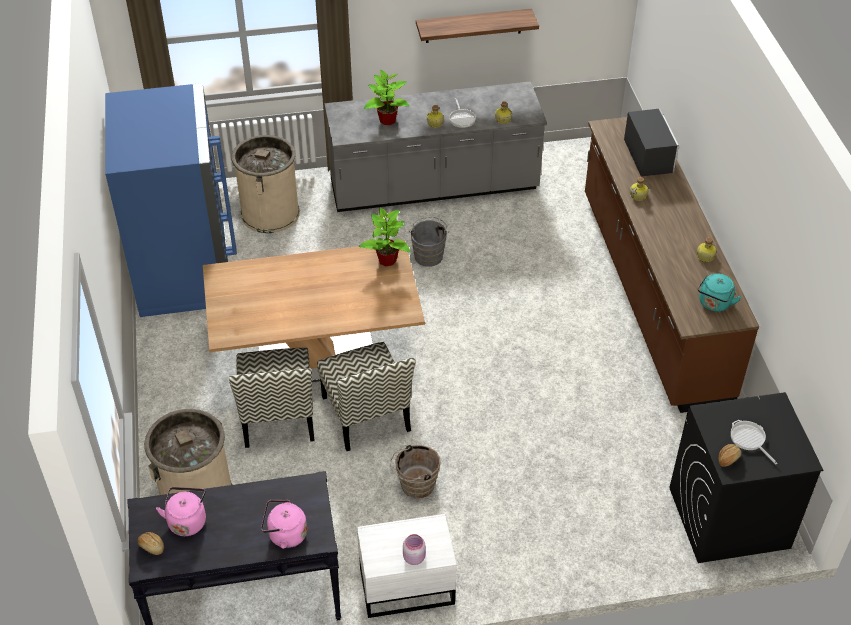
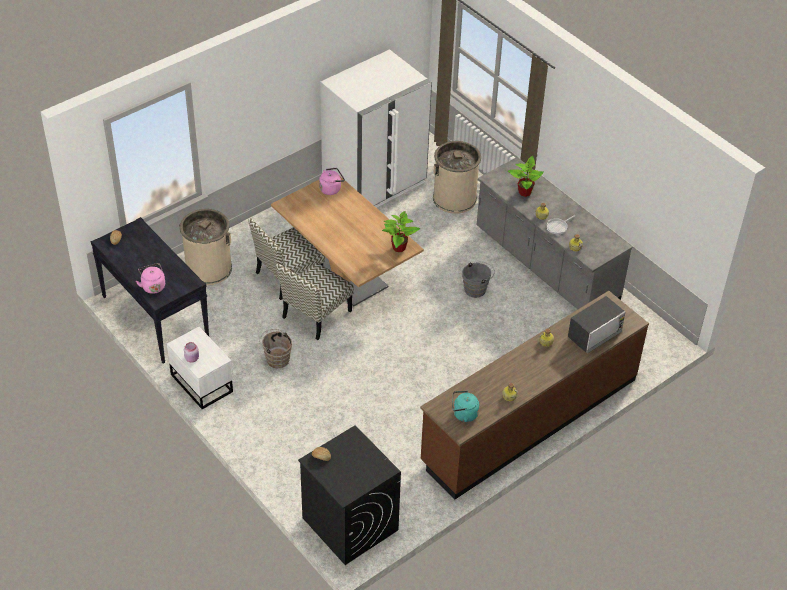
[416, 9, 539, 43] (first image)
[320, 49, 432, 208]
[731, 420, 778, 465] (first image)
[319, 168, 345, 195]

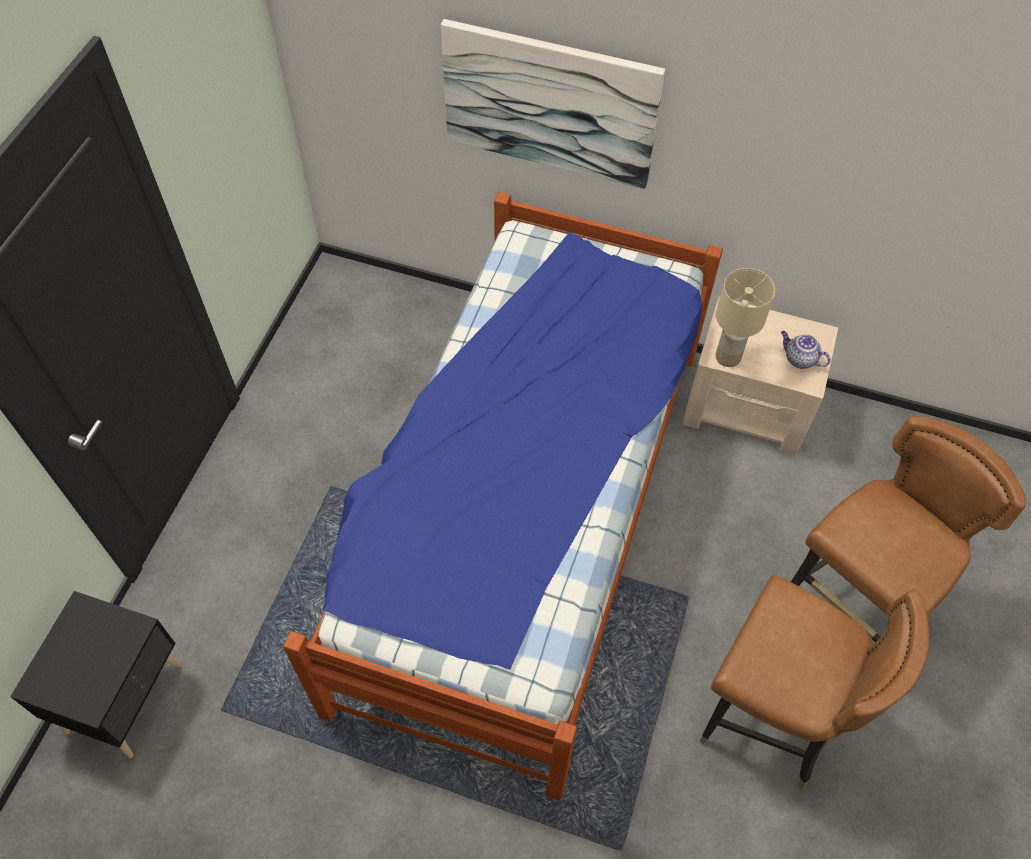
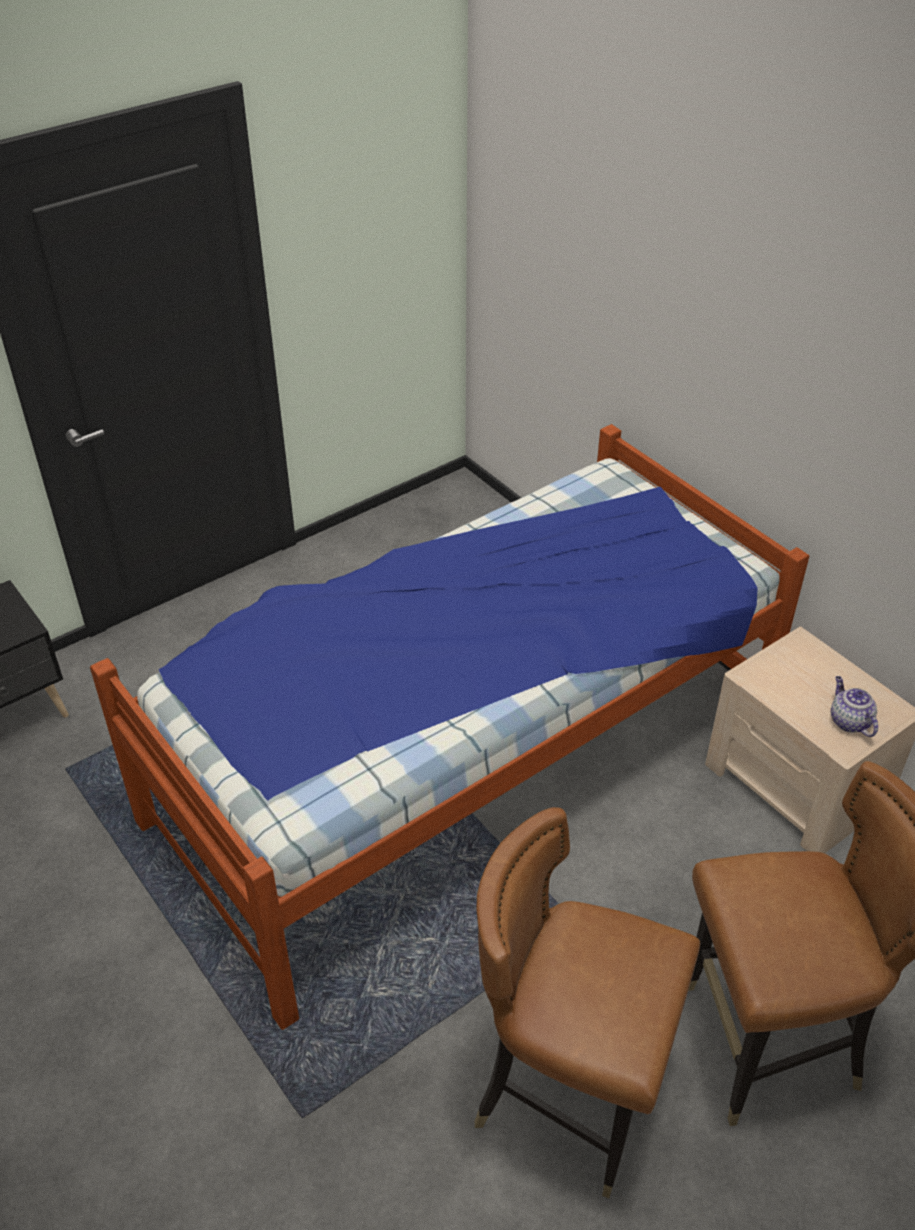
[441, 19, 665, 189] (first image)
[716, 268, 775, 367] (first image)
[475, 807, 700, 1198]

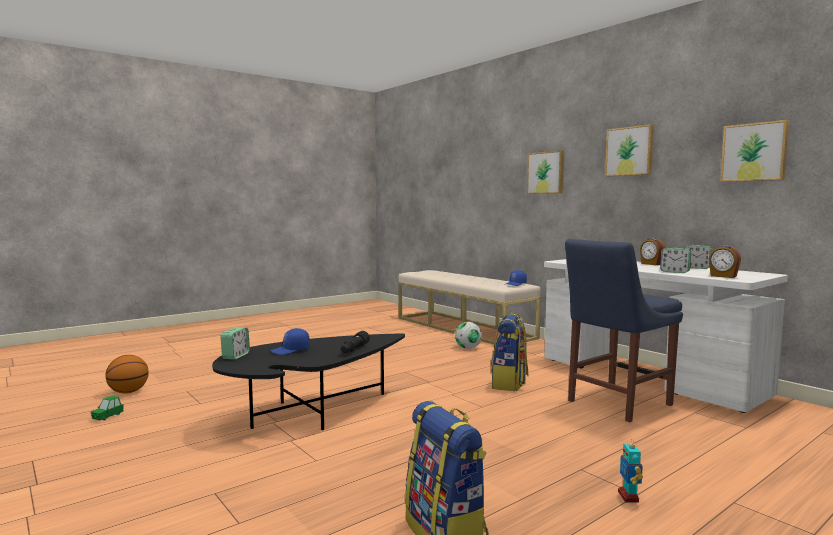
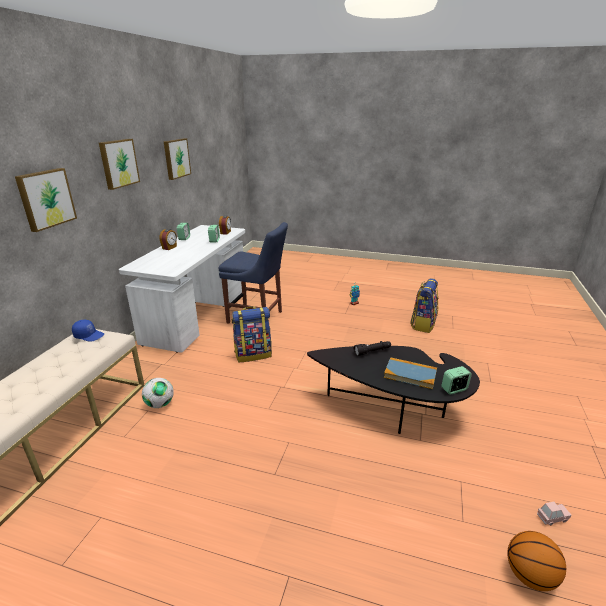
[384, 357, 437, 389]
[537, 502, 572, 525]

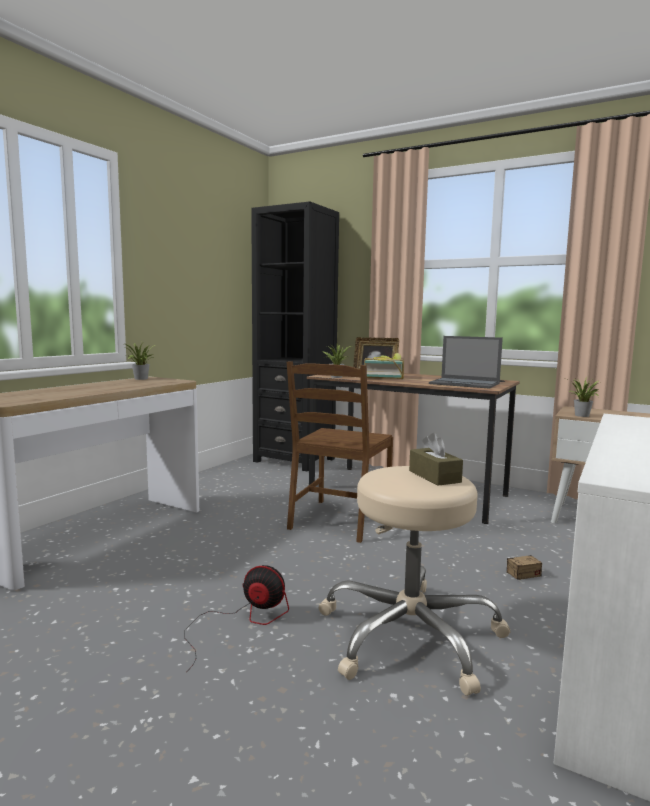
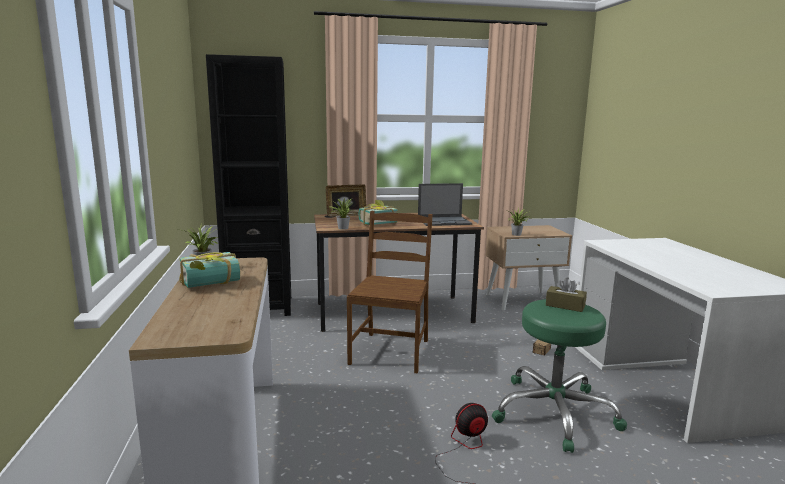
[347, 211, 433, 374]
[492, 299, 627, 453]
[179, 252, 240, 288]

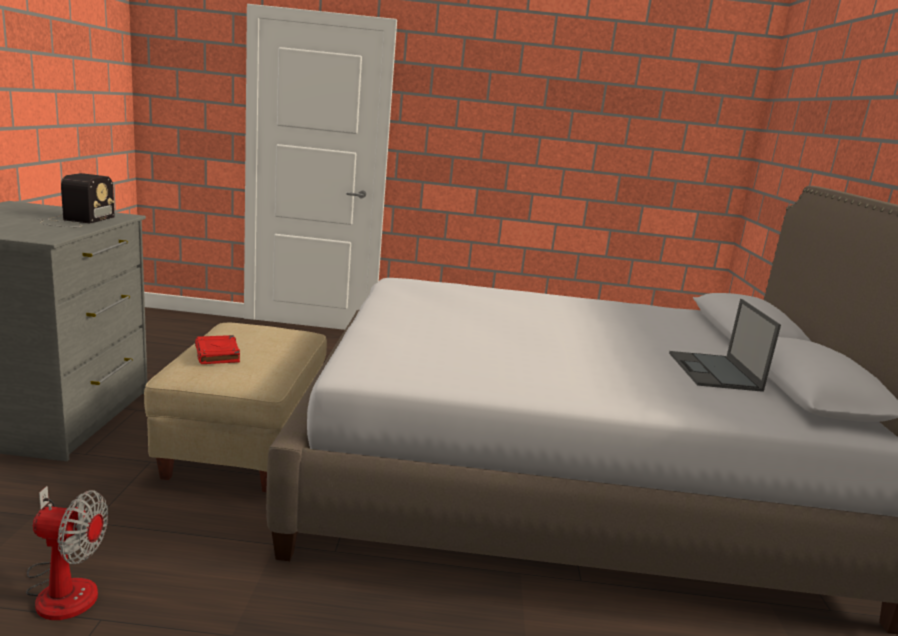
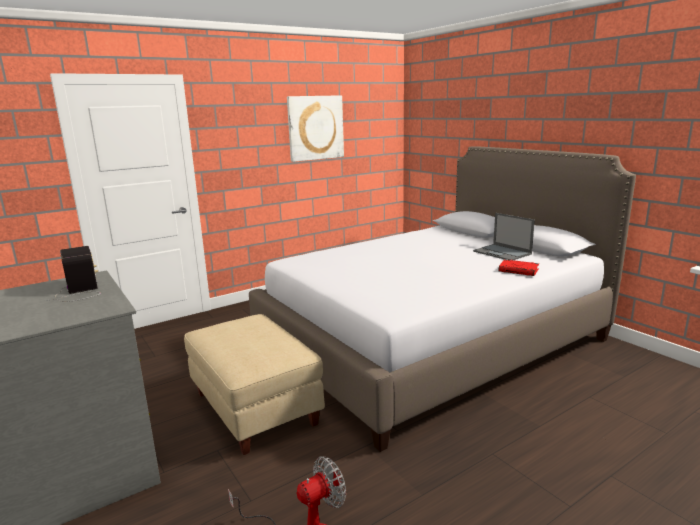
[499, 259, 539, 276]
[287, 95, 344, 162]

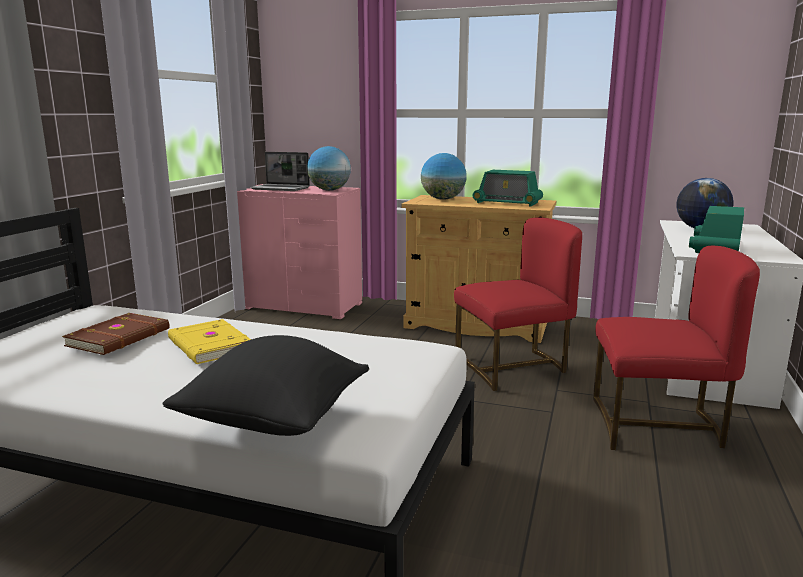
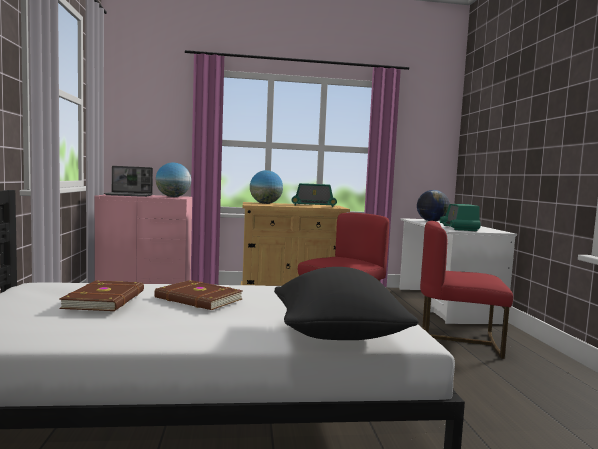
[420, 221, 513, 359]
[154, 280, 243, 310]

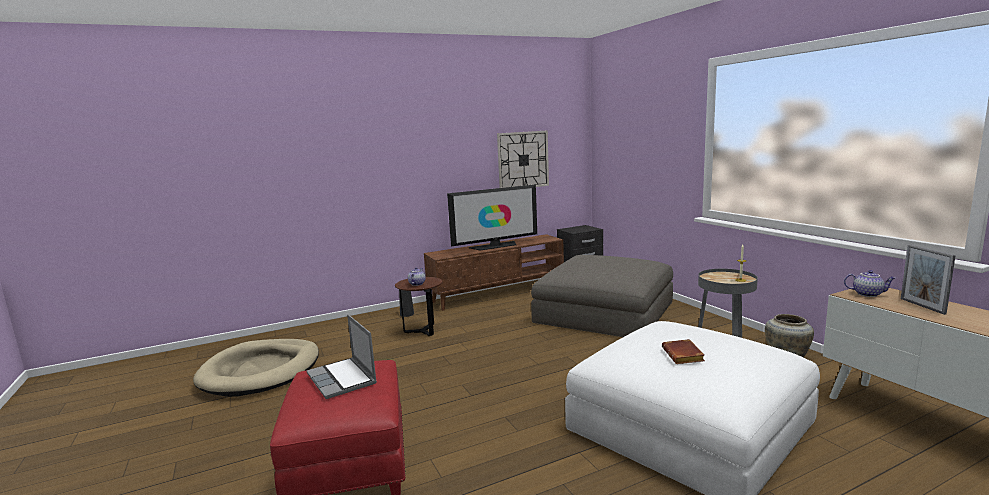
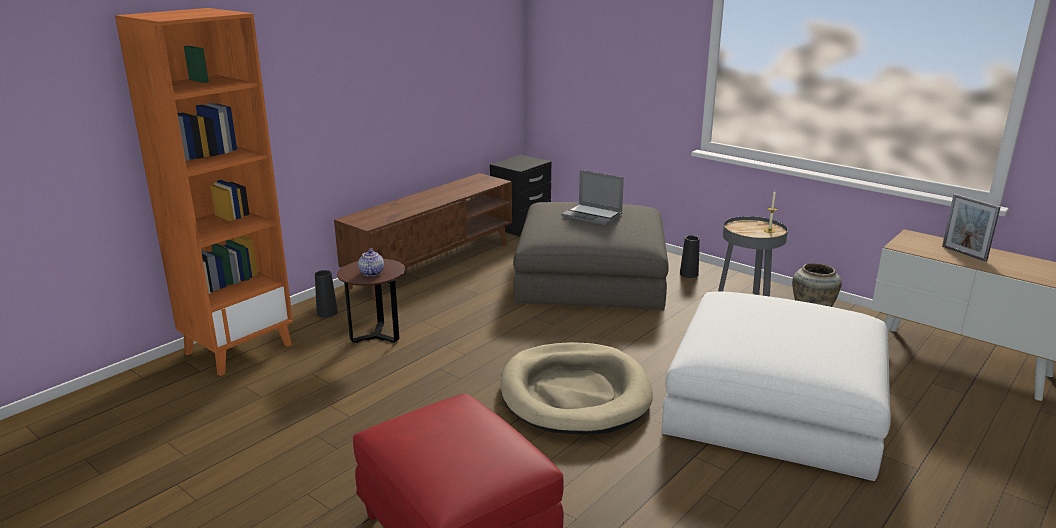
[497, 131, 549, 188] (first image)
[447, 185, 537, 251] (first image)
[844, 270, 895, 297] (first image)
[562, 170, 624, 225]
[500, 342, 653, 434]
[662, 339, 705, 364] (first image)
[115, 8, 293, 376]
[680, 235, 700, 278]

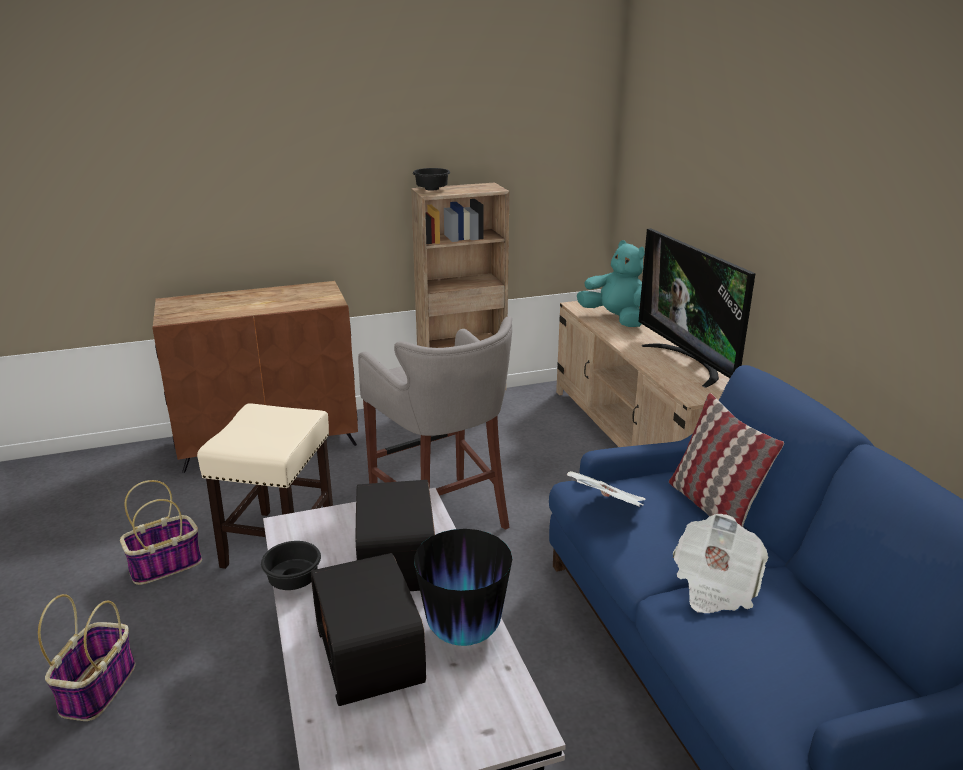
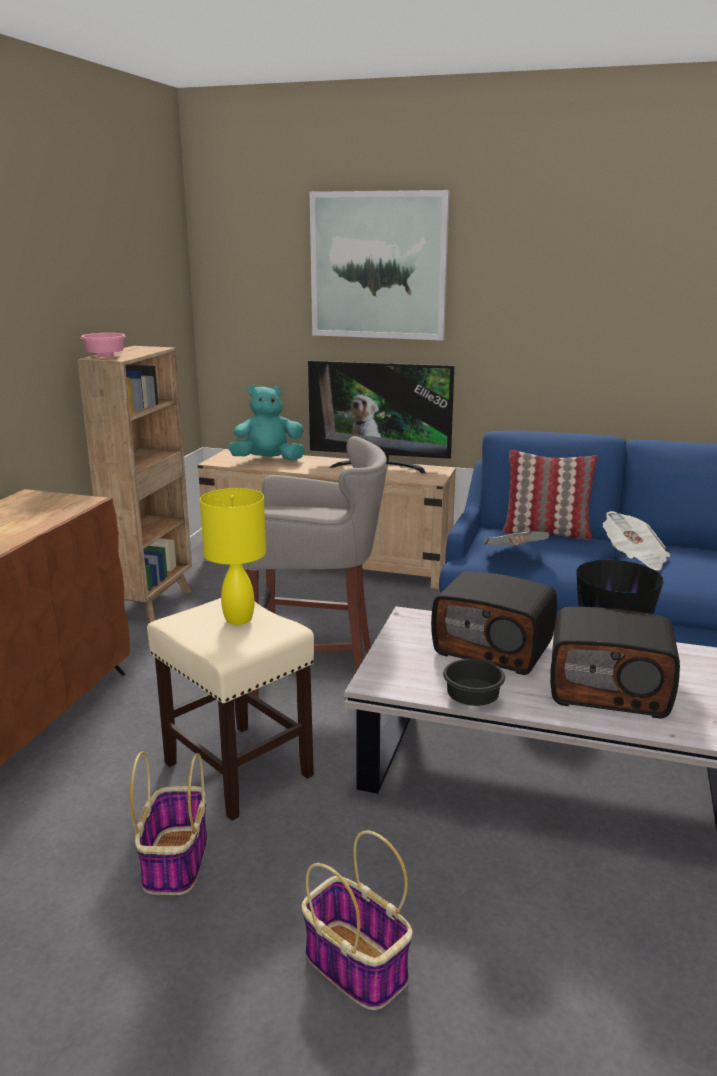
[81, 333, 126, 357]
[310, 190, 450, 340]
[200, 488, 266, 625]

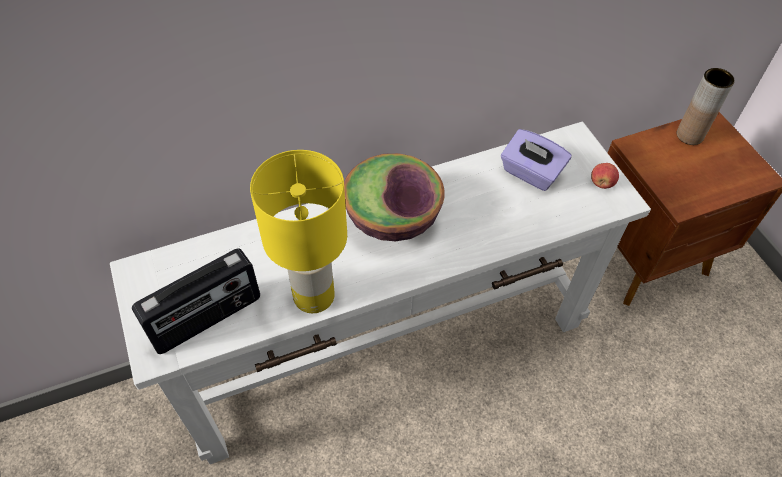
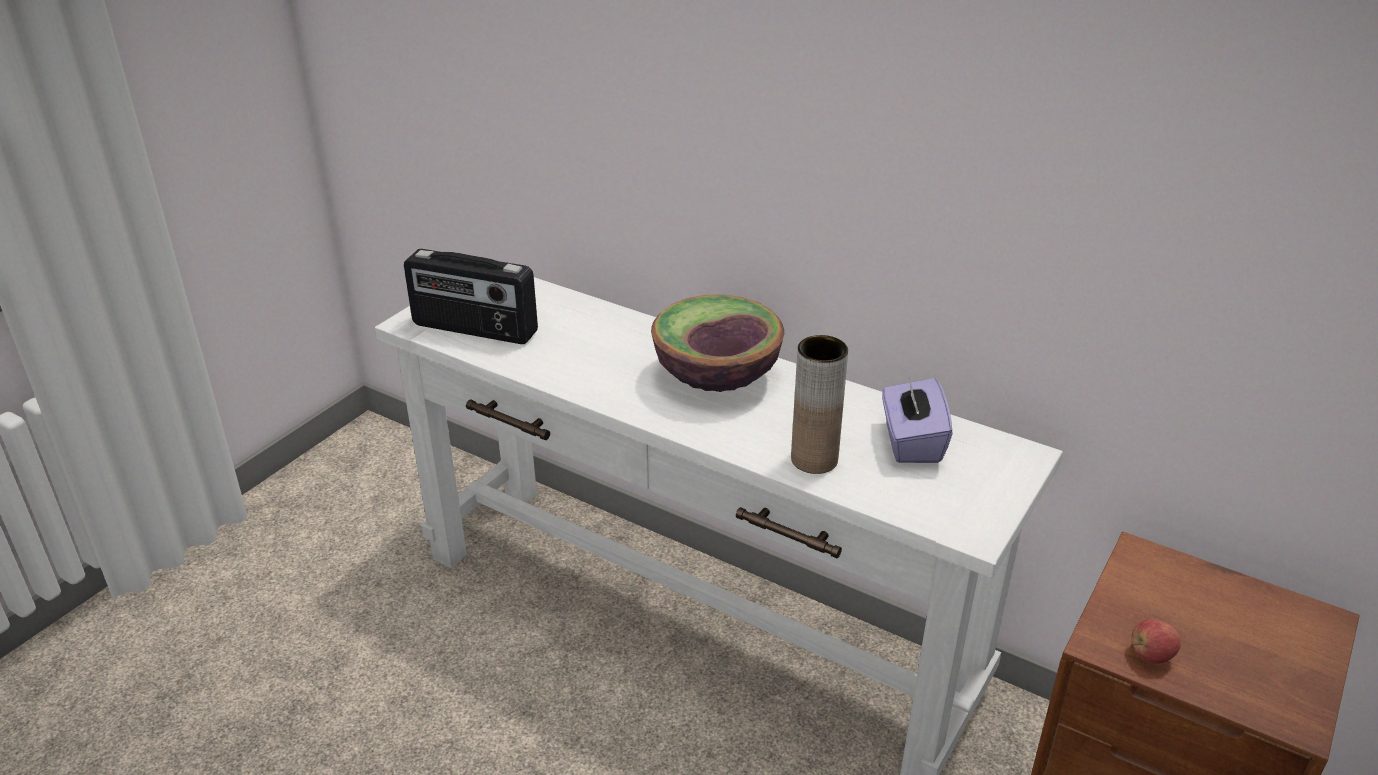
[791, 335, 848, 474]
[250, 150, 347, 313] (first image)
[1132, 619, 1181, 664]

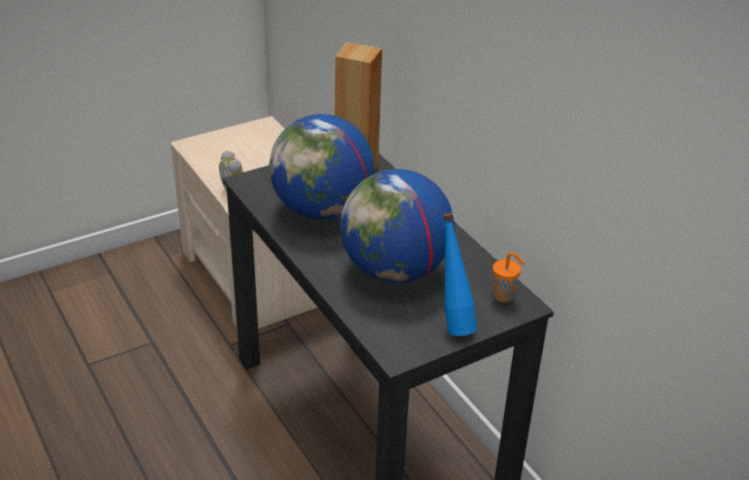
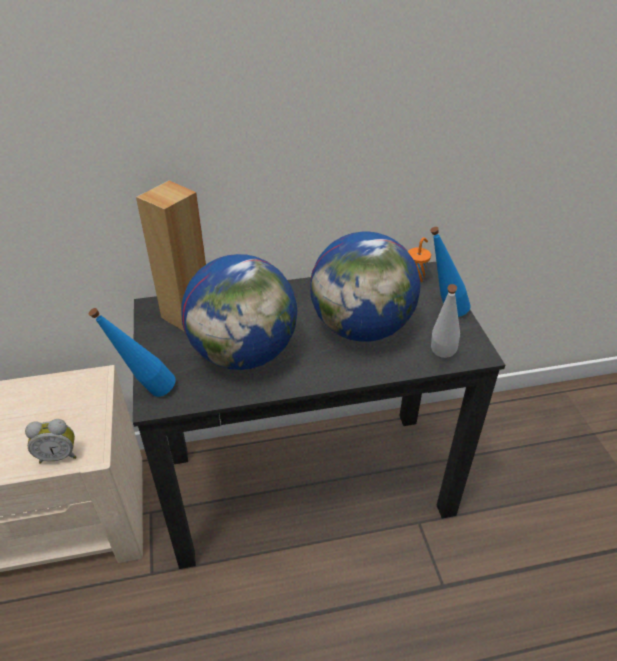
[431, 284, 460, 358]
[89, 308, 176, 397]

